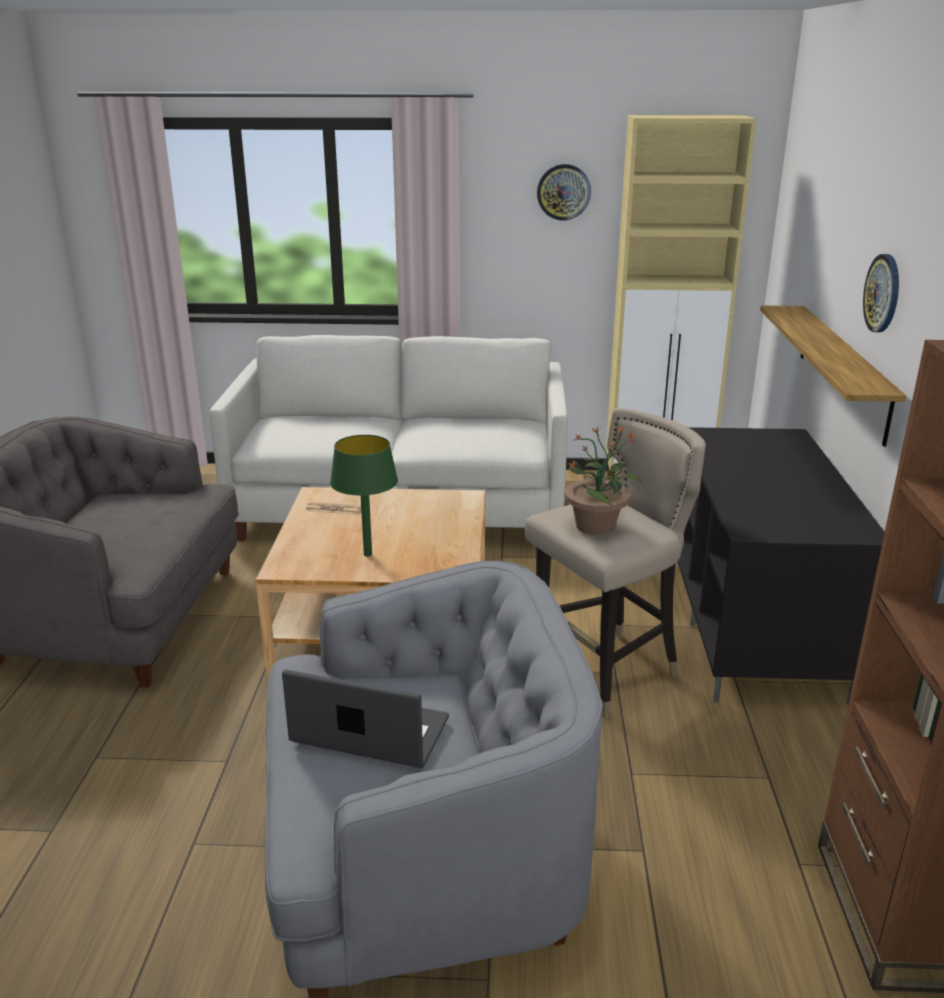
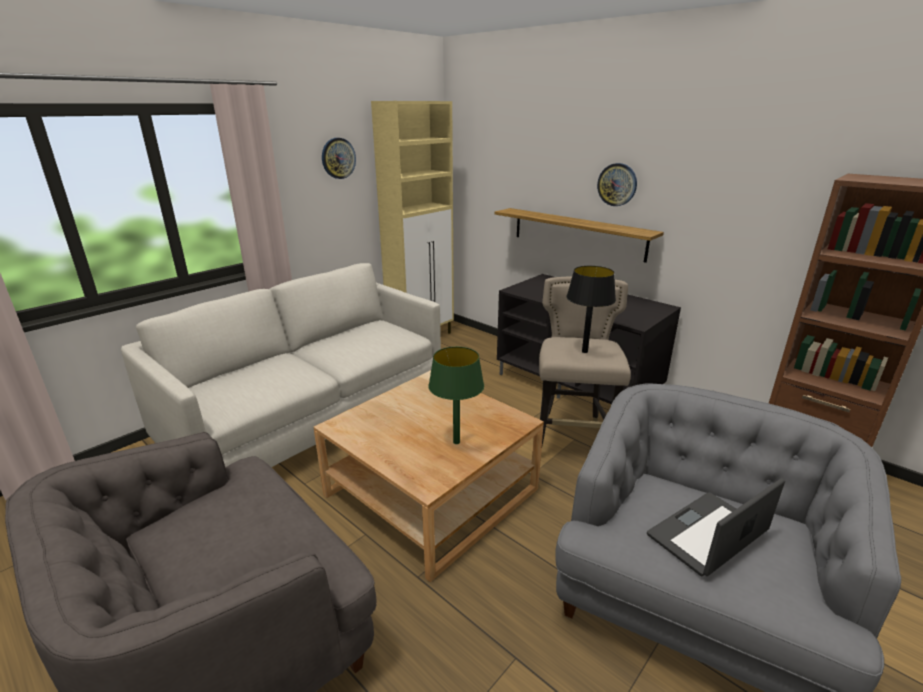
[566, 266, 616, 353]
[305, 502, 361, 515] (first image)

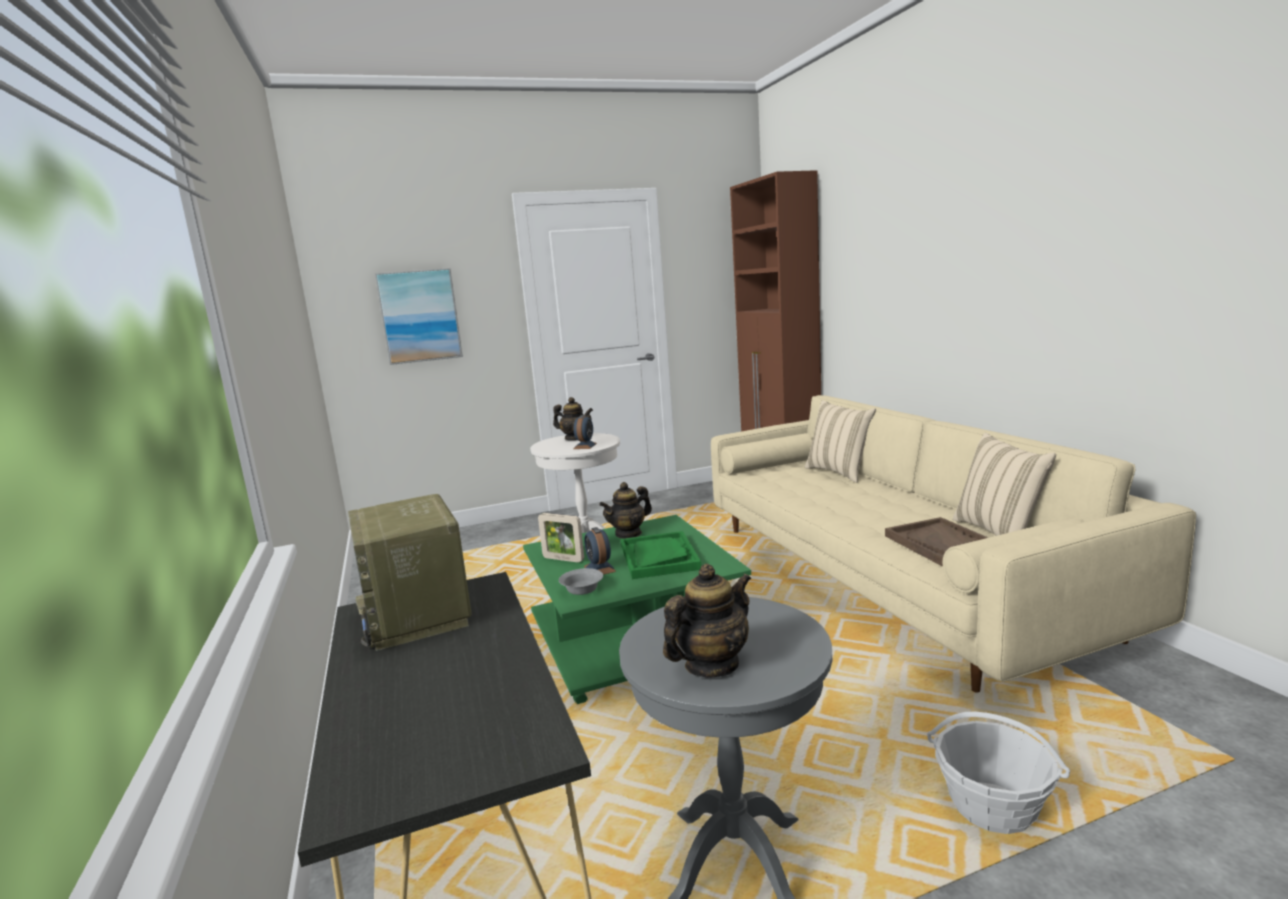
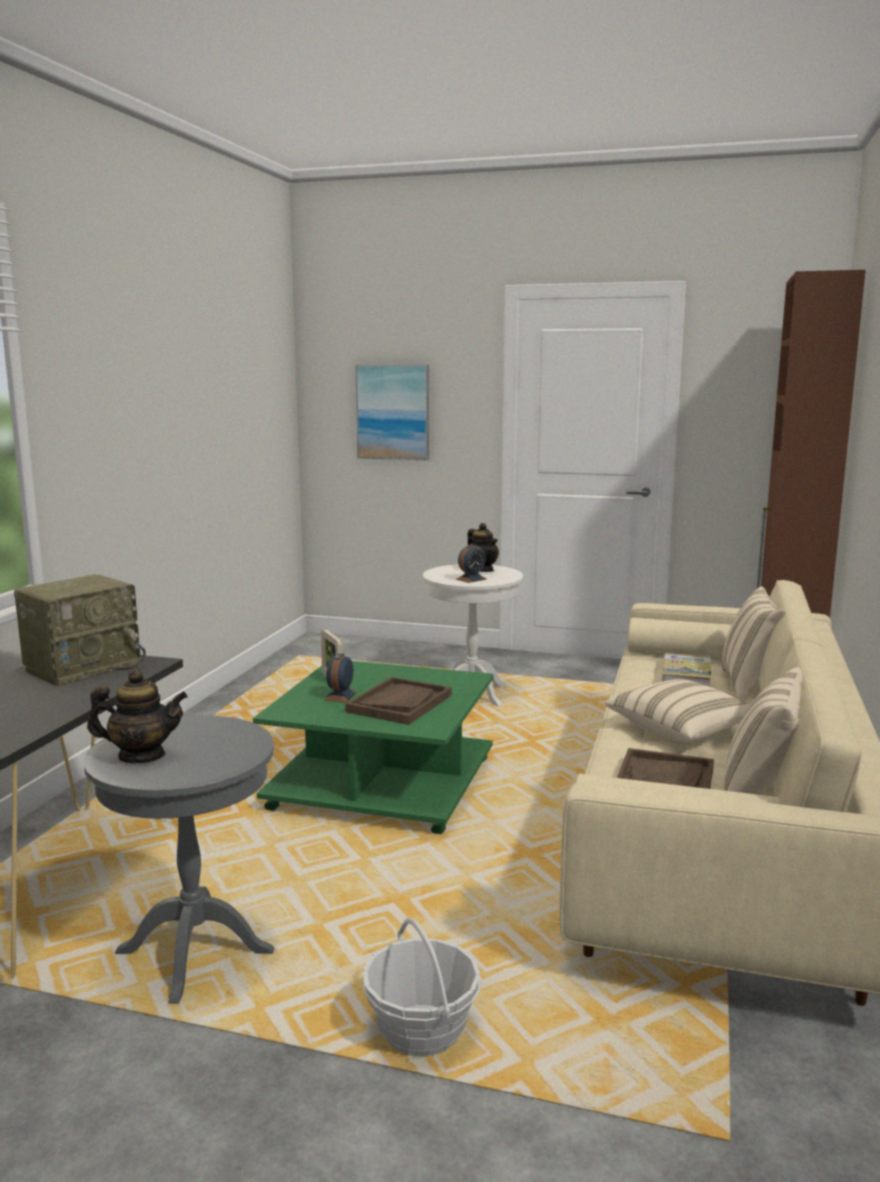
[599, 482, 652, 539] (first image)
[14, 574, 146, 687]
[345, 677, 452, 725]
[559, 568, 603, 595] (first image)
[662, 653, 711, 687]
[605, 679, 750, 743]

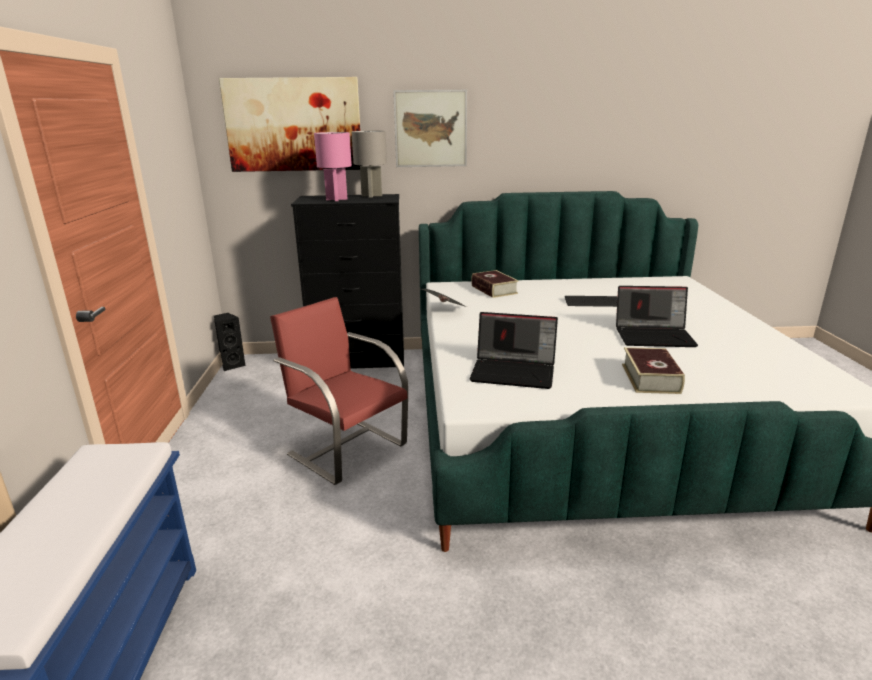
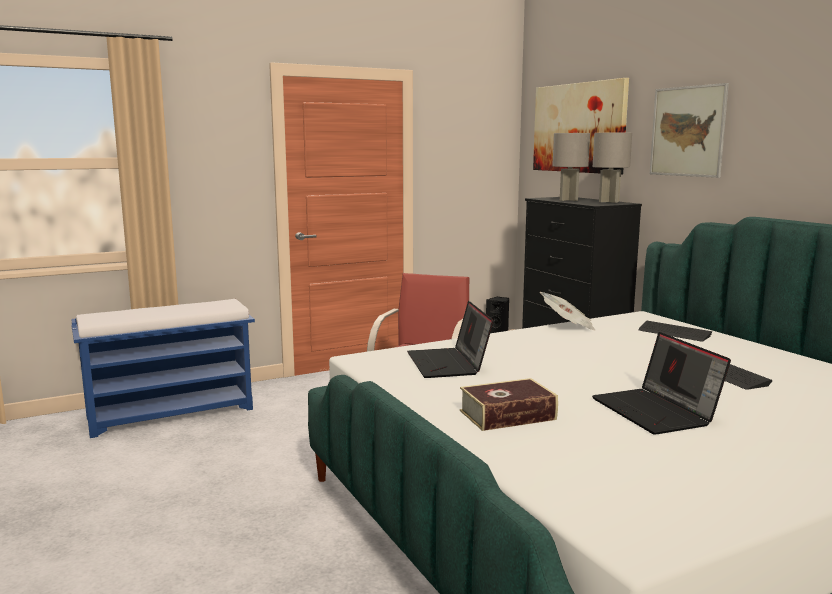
[552, 133, 590, 201]
[638, 321, 712, 342]

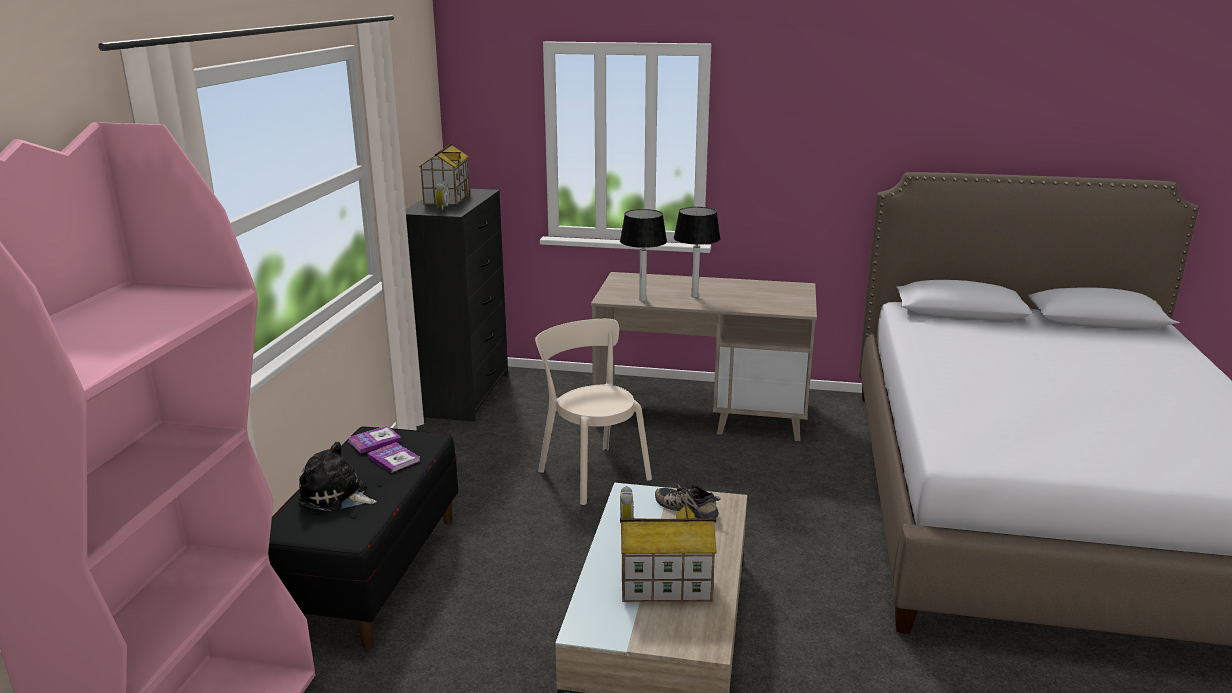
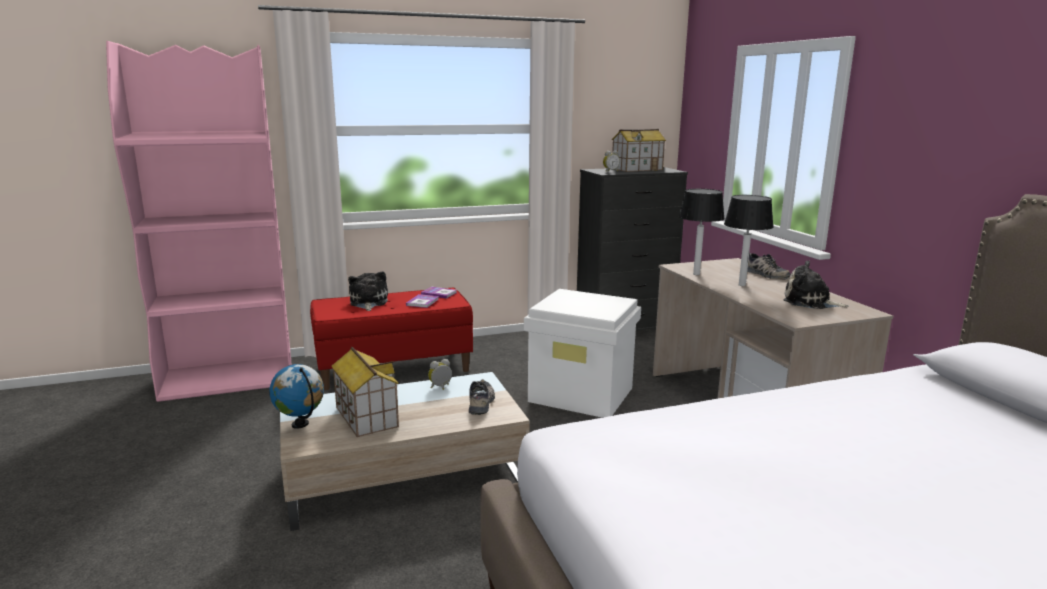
[524, 289, 641, 418]
[310, 288, 473, 390]
[747, 252, 790, 280]
[783, 261, 849, 309]
[269, 364, 324, 429]

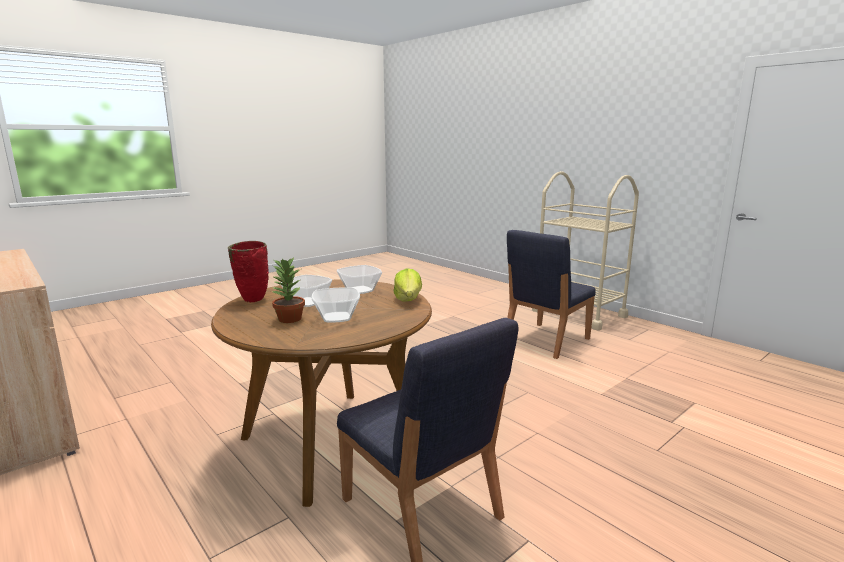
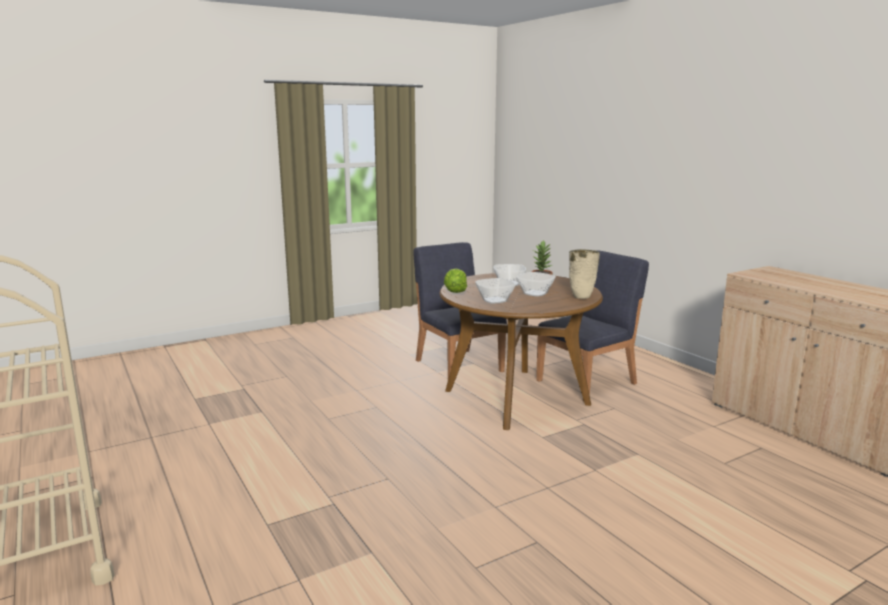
[536, 250, 649, 401]
[569, 249, 600, 299]

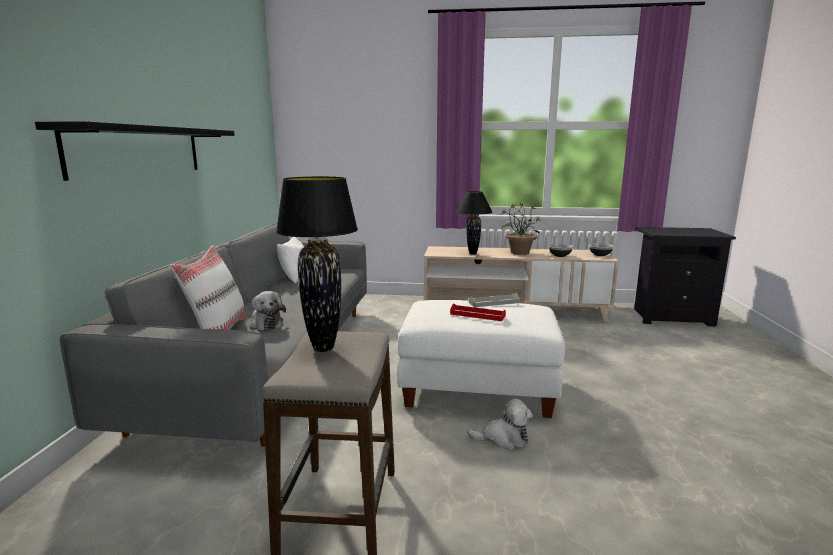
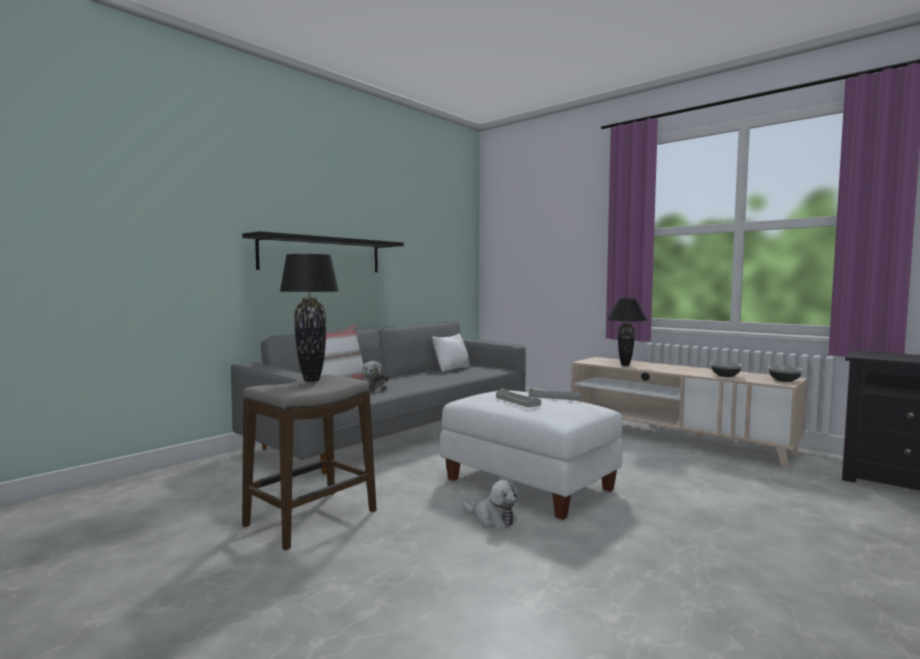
[500, 203, 540, 255] (first image)
[496, 388, 541, 408]

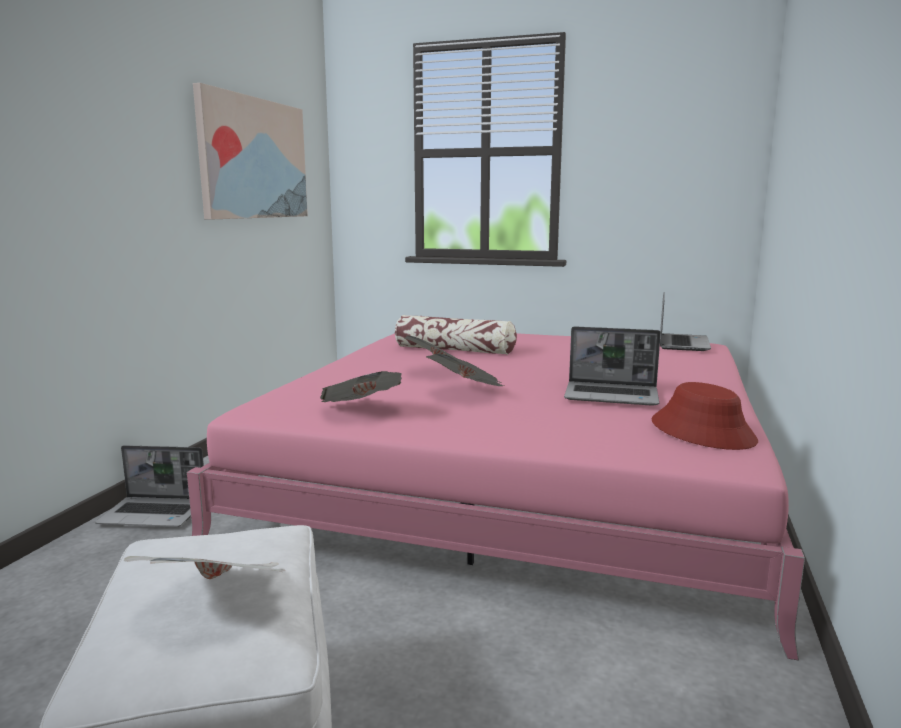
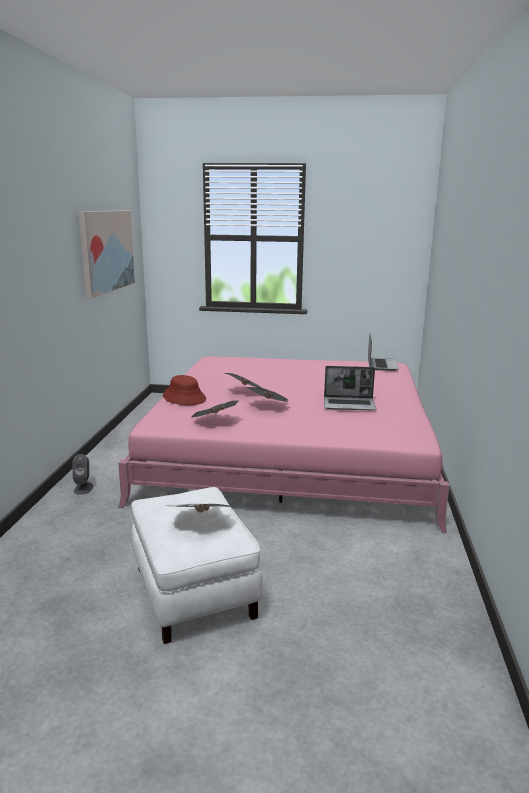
[395, 315, 517, 355] (first image)
[163, 375, 206, 405]
[72, 454, 93, 495]

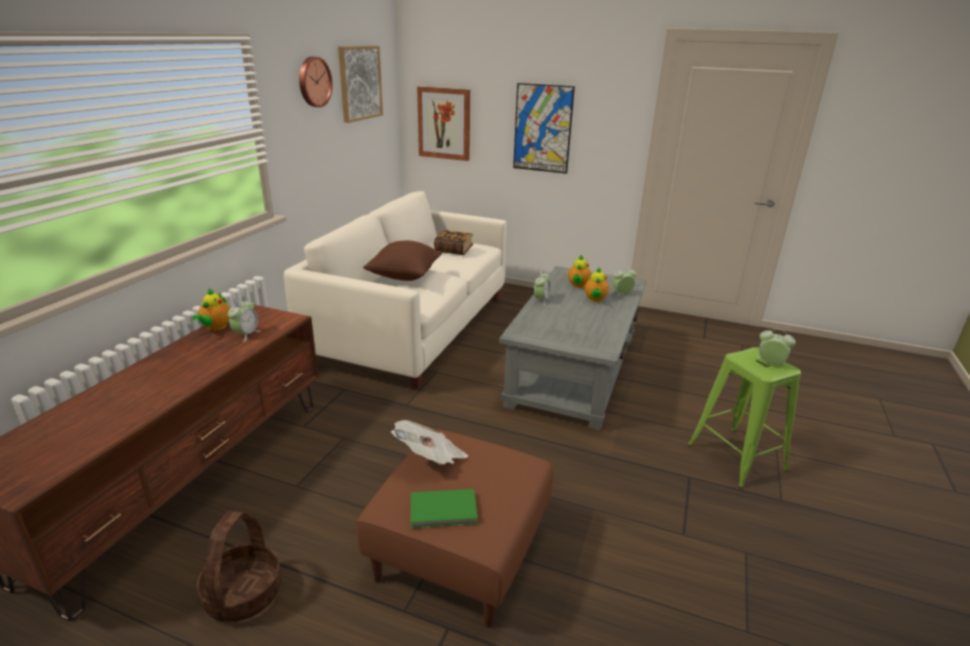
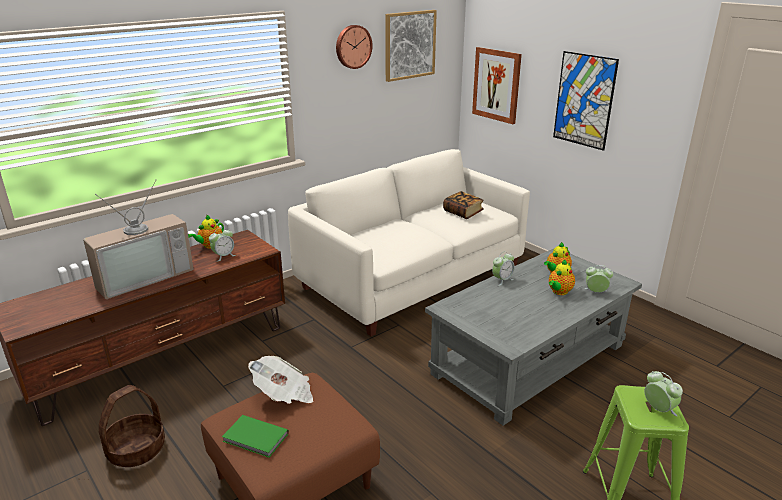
[363, 241, 442, 281] (first image)
[83, 180, 194, 299]

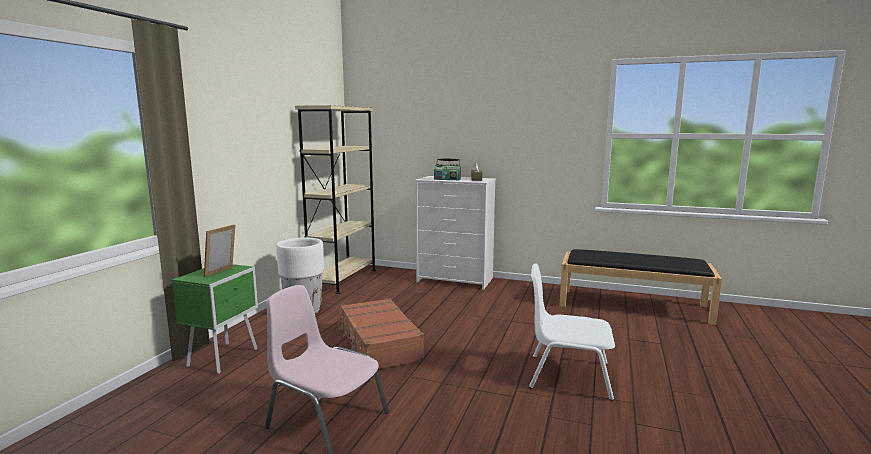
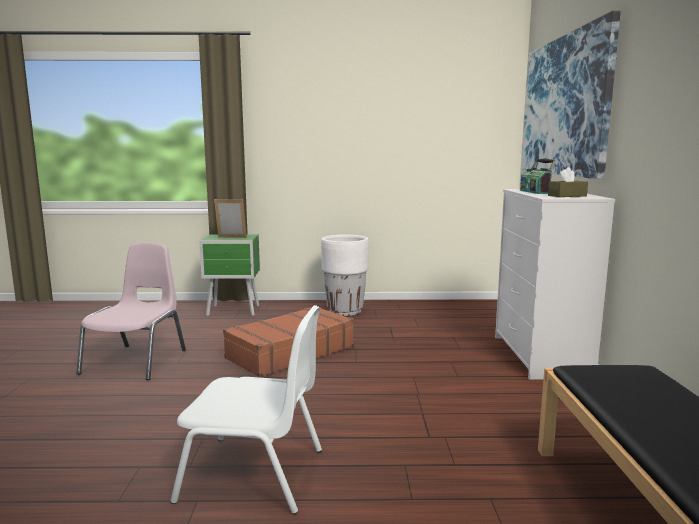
[295, 105, 376, 294] (first image)
[170, 305, 322, 514]
[521, 11, 621, 179]

